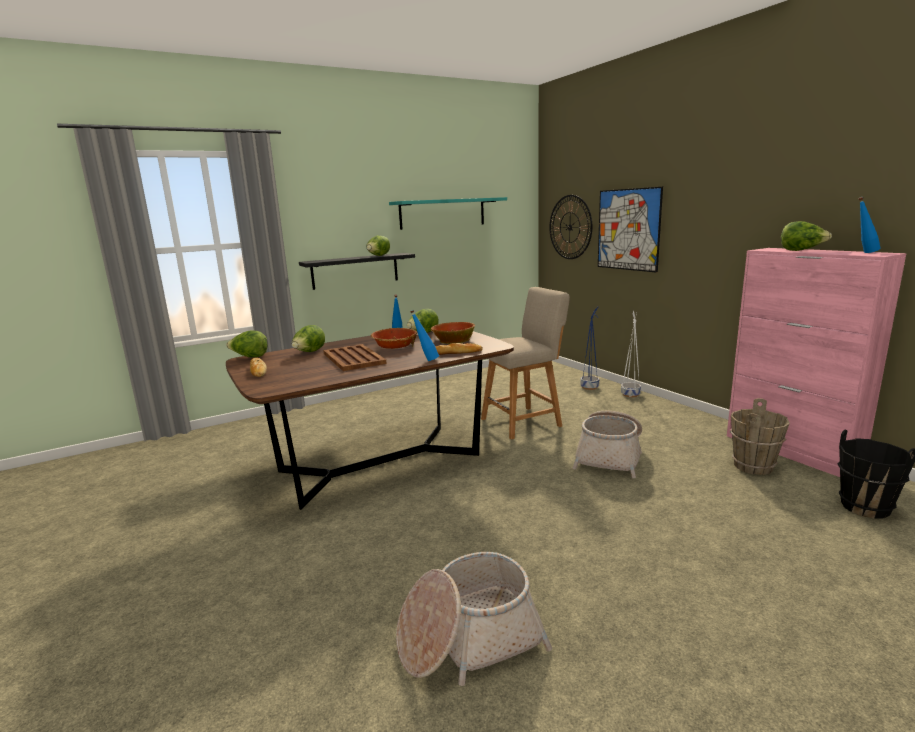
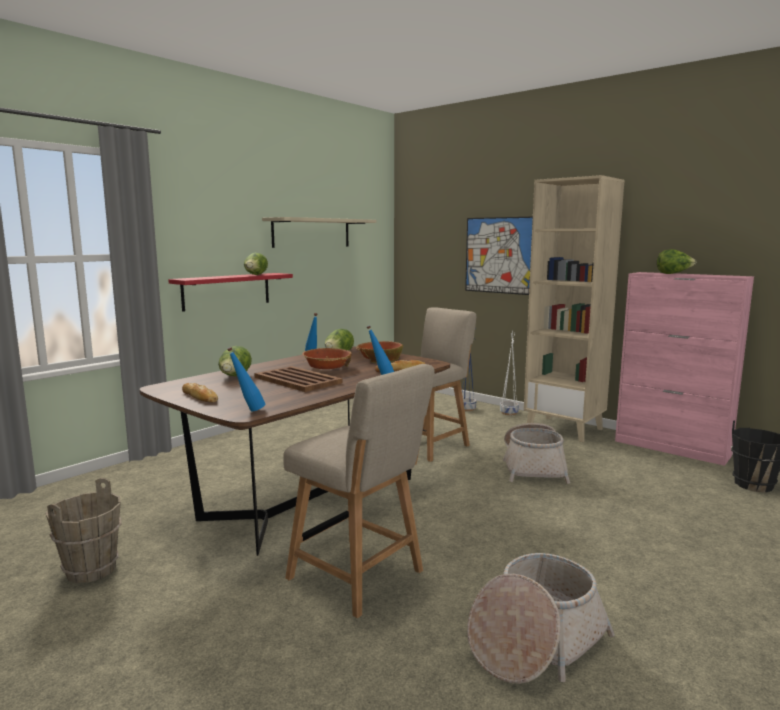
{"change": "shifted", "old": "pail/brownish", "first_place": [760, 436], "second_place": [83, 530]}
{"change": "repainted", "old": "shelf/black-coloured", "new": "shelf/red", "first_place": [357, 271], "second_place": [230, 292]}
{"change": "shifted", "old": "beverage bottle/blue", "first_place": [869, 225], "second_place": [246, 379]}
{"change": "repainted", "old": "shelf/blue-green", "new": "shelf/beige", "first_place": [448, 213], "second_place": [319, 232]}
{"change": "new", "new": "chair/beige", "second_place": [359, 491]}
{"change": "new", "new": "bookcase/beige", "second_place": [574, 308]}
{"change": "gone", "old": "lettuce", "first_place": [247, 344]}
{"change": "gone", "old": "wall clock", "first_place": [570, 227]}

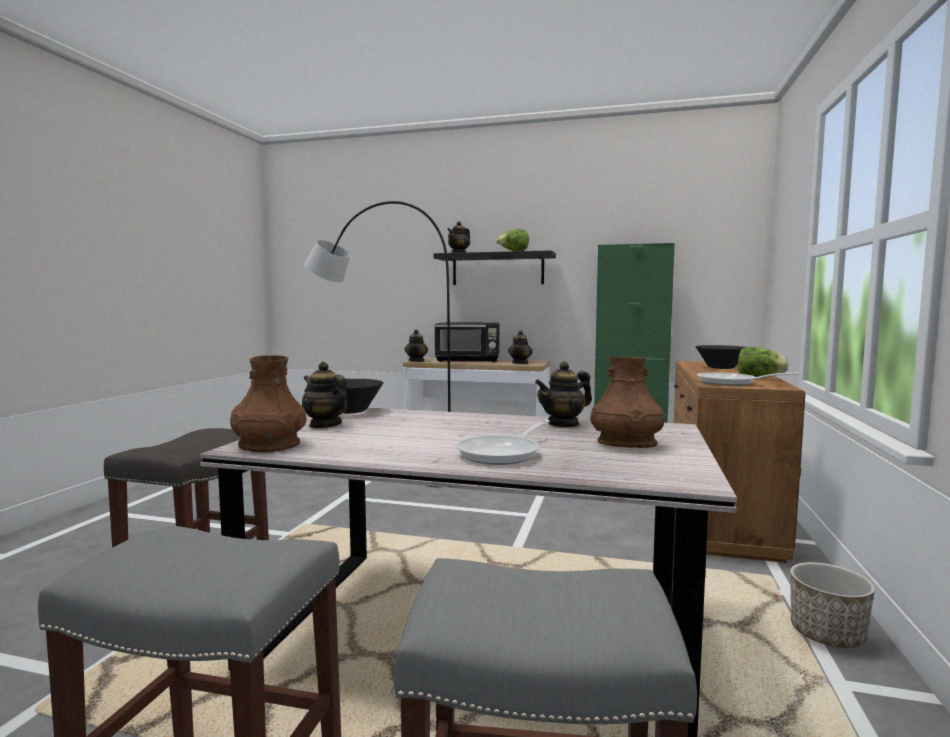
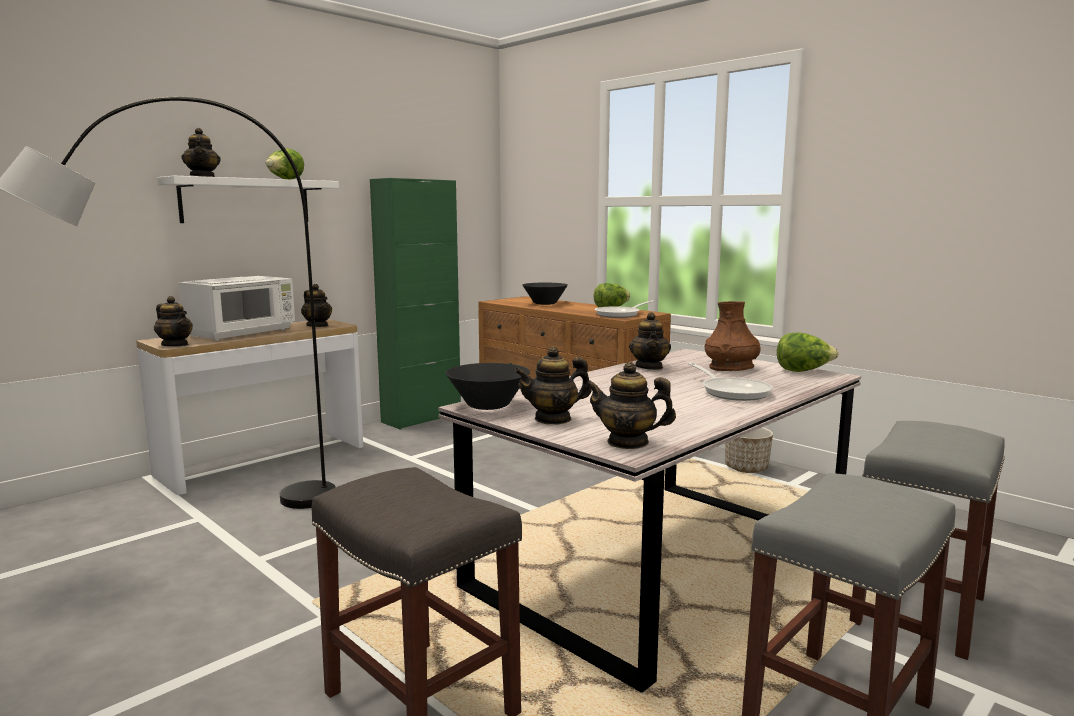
{"change": "repainted", "old": "shelf/black-coloured", "new": "shelf/white-coloured", "first_place": [495, 267], "second_place": [248, 199]}
{"change": "repainted", "old": "microwave oven/black-coloured", "new": "microwave oven/white-coloured", "first_place": [467, 342], "second_place": [236, 308]}
{"change": "swapped", "old": "decorative vase/brownish", "new": "teapot", "first_place": [268, 404], "second_place": [631, 405]}
{"change": "new", "new": "lettuce", "second_place": [808, 352]}

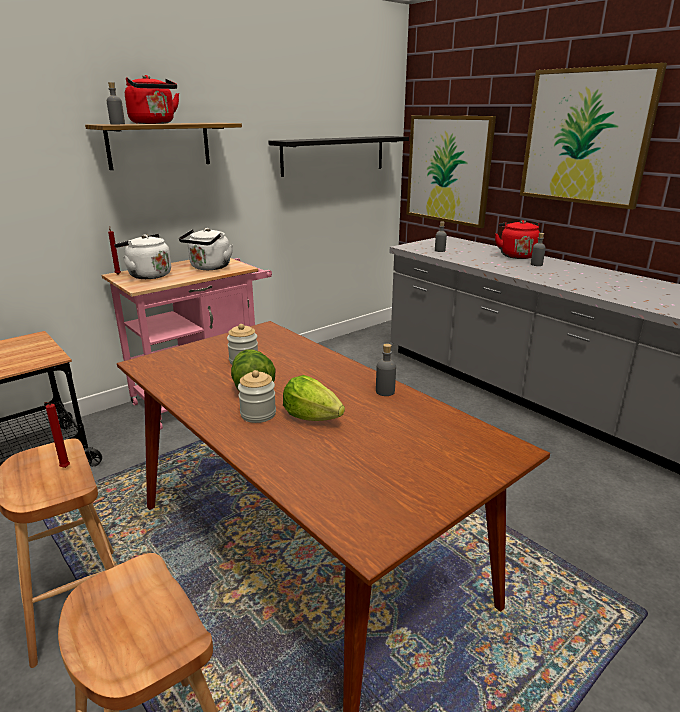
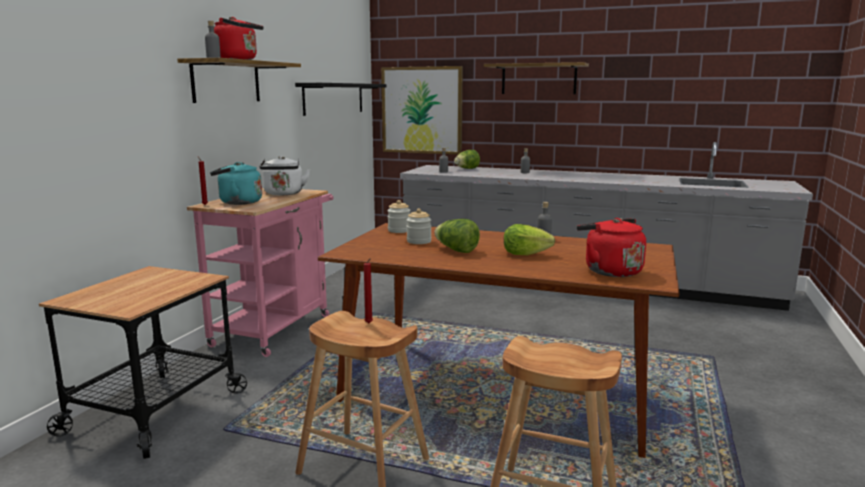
{"change": "repainted", "old": "water kettle/white-coloured", "new": "water kettle/blue-green", "first_place": [142, 256], "second_place": [236, 183]}
{"change": "shifted", "old": "preserve jar", "first_place": [257, 396], "second_place": [399, 216]}
{"change": "new", "new": "lettuce", "second_place": [467, 159]}
{"change": "swapped", "old": "picture", "new": "shelf", "first_place": [593, 136], "second_place": [536, 78]}
{"change": "shifted", "old": "water kettle/red", "first_place": [517, 239], "second_place": [611, 247]}

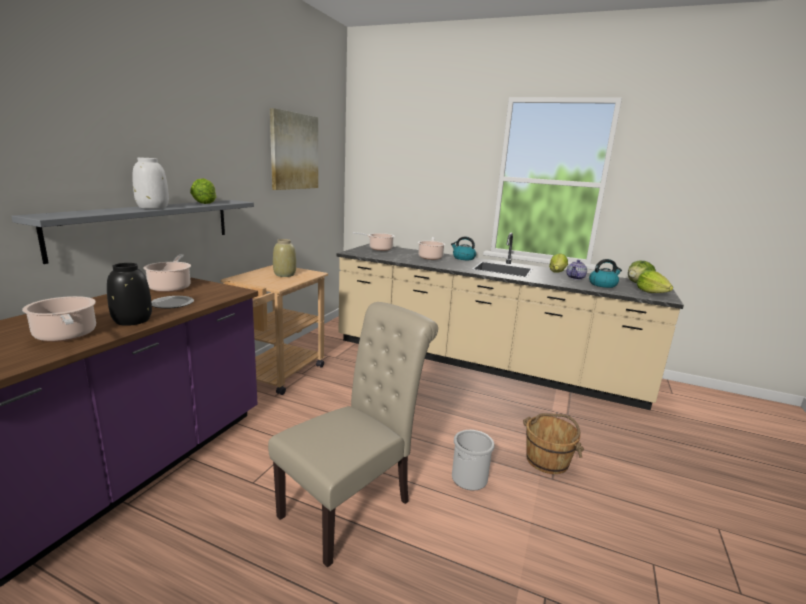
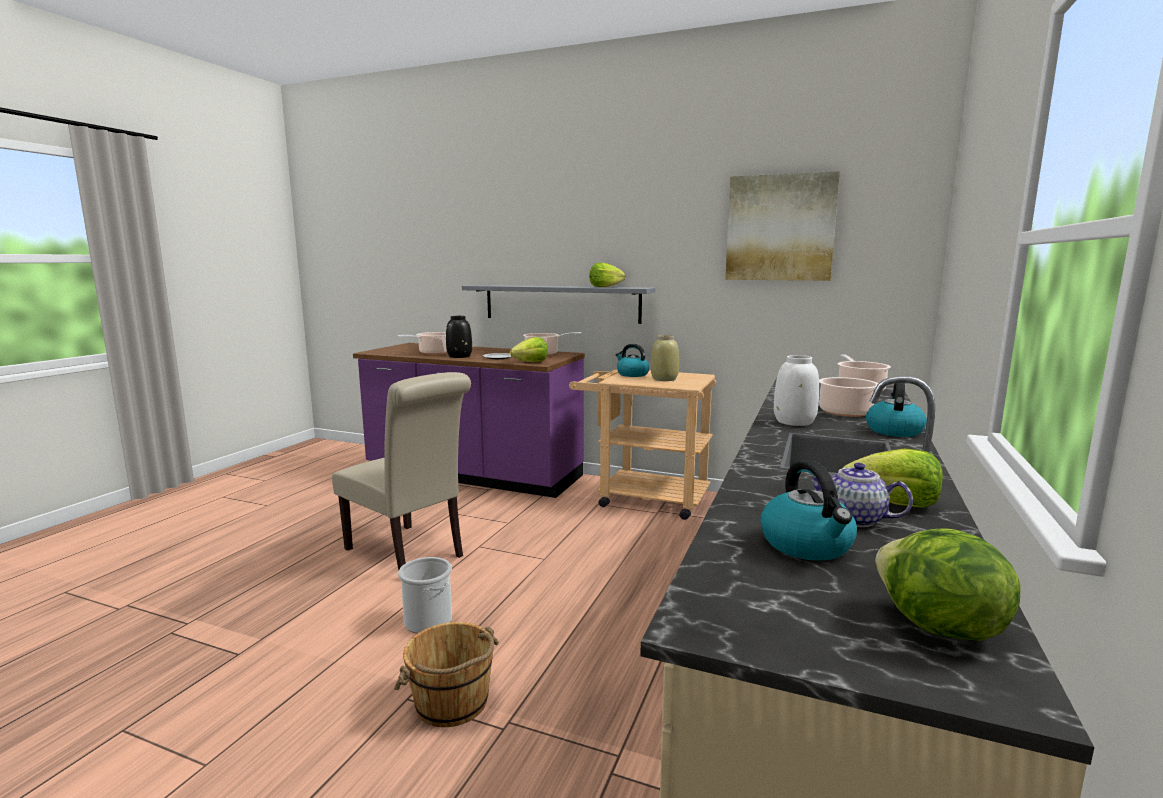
{"change": "shifted", "old": "lettuce", "first_place": [655, 281], "second_place": [529, 349]}
{"change": "new", "new": "water kettle", "second_place": [633, 360]}
{"change": "shifted", "old": "decorative vase/white-coloured", "first_place": [150, 183], "second_place": [796, 390]}

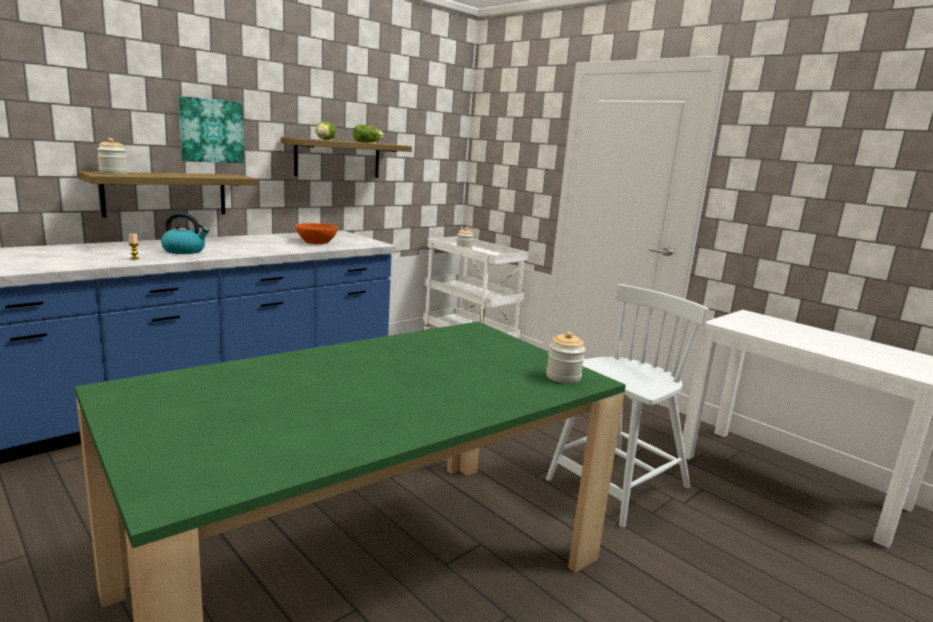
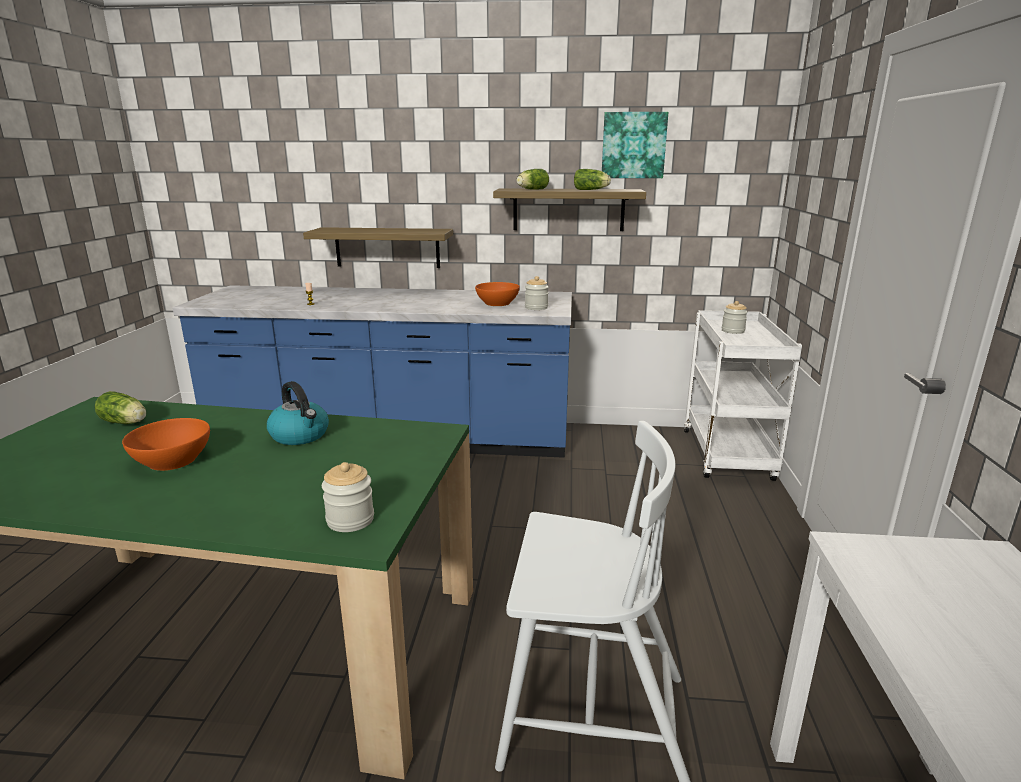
{"change": "new", "new": "lettuce", "second_place": [120, 407]}
{"change": "new", "new": "bowl/orange-coloured", "second_place": [166, 444]}
{"change": "shifted", "old": "water kettle", "first_place": [185, 233], "second_place": [298, 413]}
{"change": "shifted", "old": "preserve jar", "first_place": [112, 156], "second_place": [537, 293]}
{"change": "shifted", "old": "picture", "first_place": [211, 129], "second_place": [635, 145]}

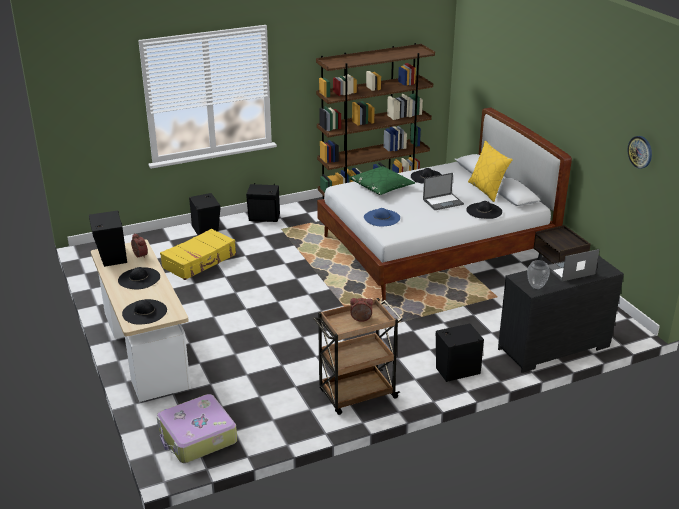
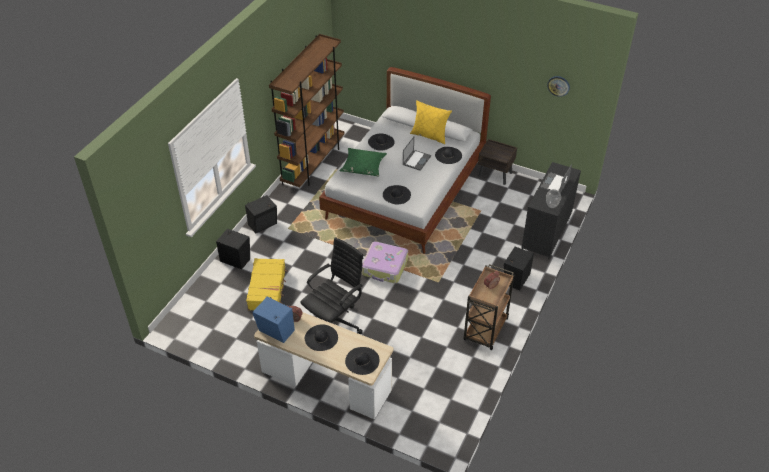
{"change": "repainted", "old": "speaker/black-coloured", "new": "speaker/blue", "first_place": [108, 238], "second_place": [274, 320]}
{"change": "new", "new": "computer chair/black-coloured", "second_place": [332, 285]}
{"change": "shifted", "old": "travel case", "first_place": [197, 428], "second_place": [385, 262]}
{"change": "repainted", "old": "hat/blue", "new": "hat/black-coloured", "first_place": [382, 217], "second_place": [397, 194]}

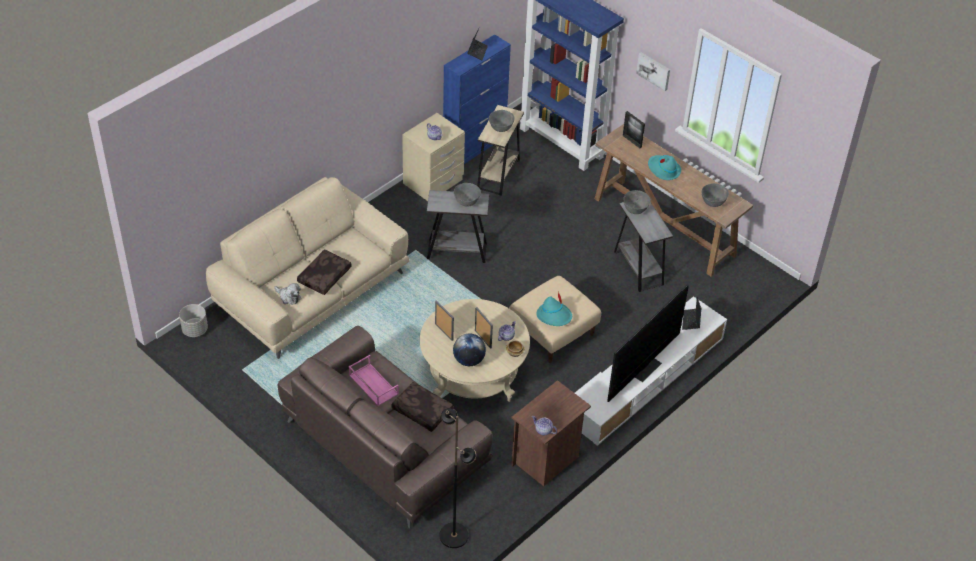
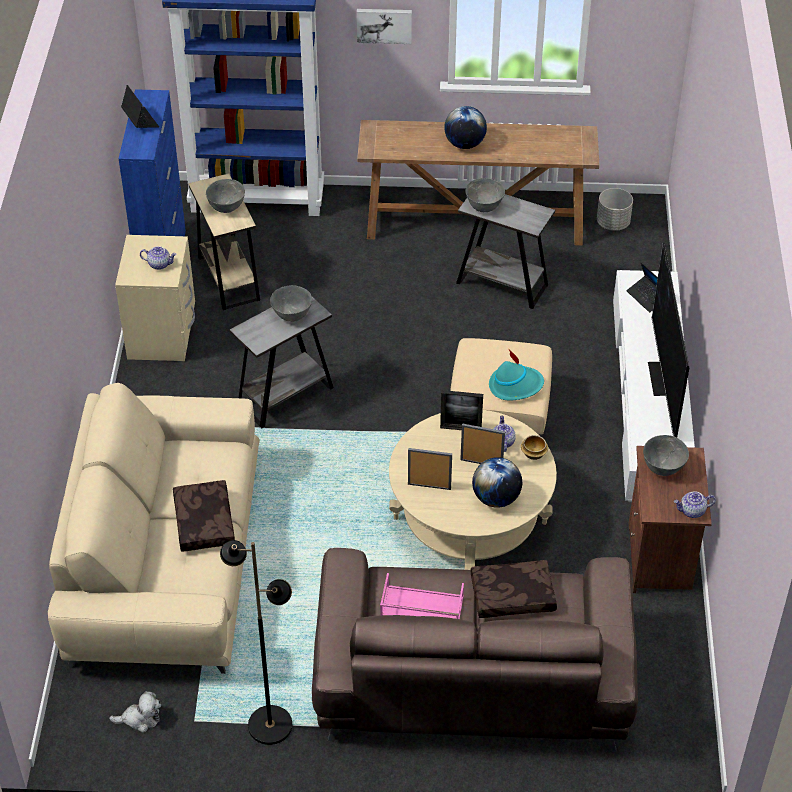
{"change": "shifted", "old": "cuddly toy", "first_place": [288, 294], "second_place": [135, 712]}
{"change": "shifted", "old": "floor lamp/black-coloured", "first_place": [457, 478], "second_place": [256, 642]}
{"change": "shifted", "old": "photo frame", "first_place": [634, 129], "second_place": [461, 410]}
{"change": "swapped", "old": "hat/blue-green", "new": "world globe", "first_place": [664, 167], "second_place": [465, 127]}
{"change": "shifted", "old": "flower pot/gray", "first_place": [193, 320], "second_place": [615, 209]}
{"change": "shifted", "old": "bowl/gray", "first_place": [715, 195], "second_place": [666, 455]}

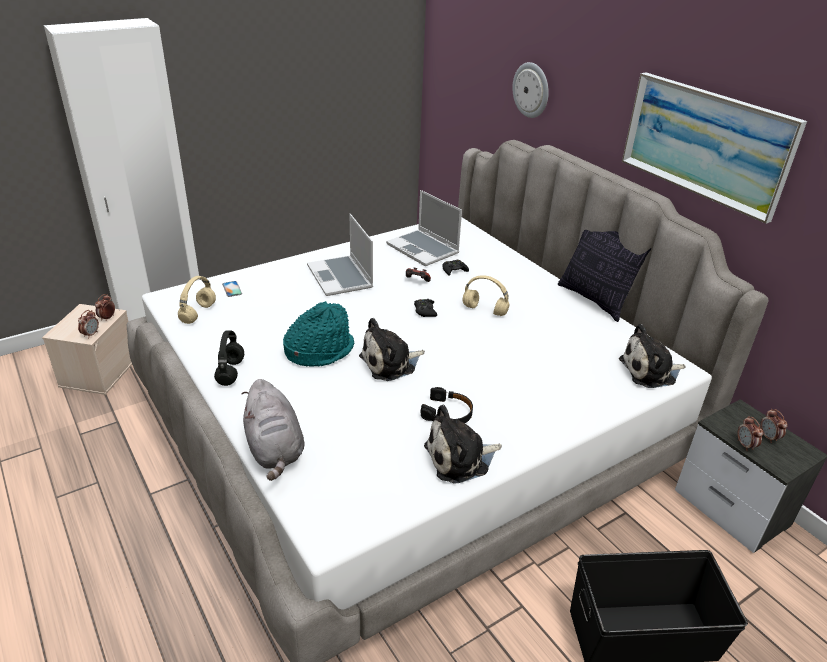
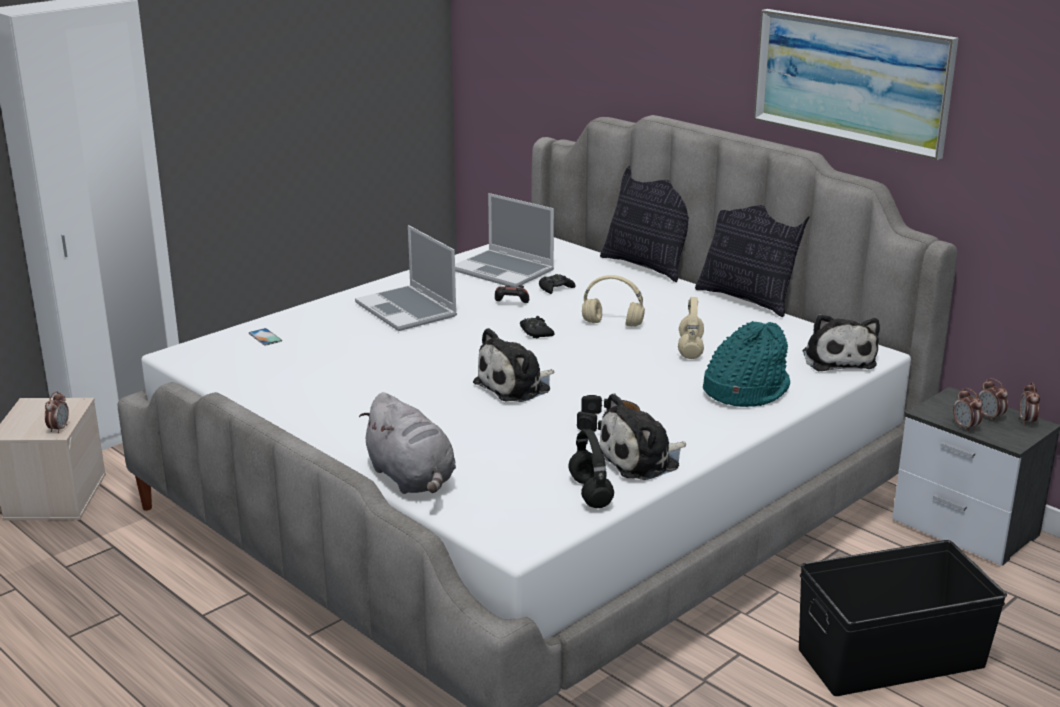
{"change": "shifted", "old": "headset/black-coloured", "first_place": [229, 358], "second_place": [591, 468]}
{"change": "new", "new": "pillow", "second_place": [644, 224]}
{"change": "shifted", "old": "headset/beige", "first_place": [197, 300], "second_place": [691, 328]}
{"change": "shifted", "old": "hat/blue-green", "first_place": [318, 334], "second_place": [746, 364]}
{"change": "rotated", "old": "cuddly toy", "first_place": [652, 356], "second_place": [841, 342], "degrees": -75}
{"change": "shifted", "old": "table clock", "first_place": [105, 307], "second_place": [1030, 403]}
{"change": "gone", "old": "wall clock", "first_place": [530, 90]}

